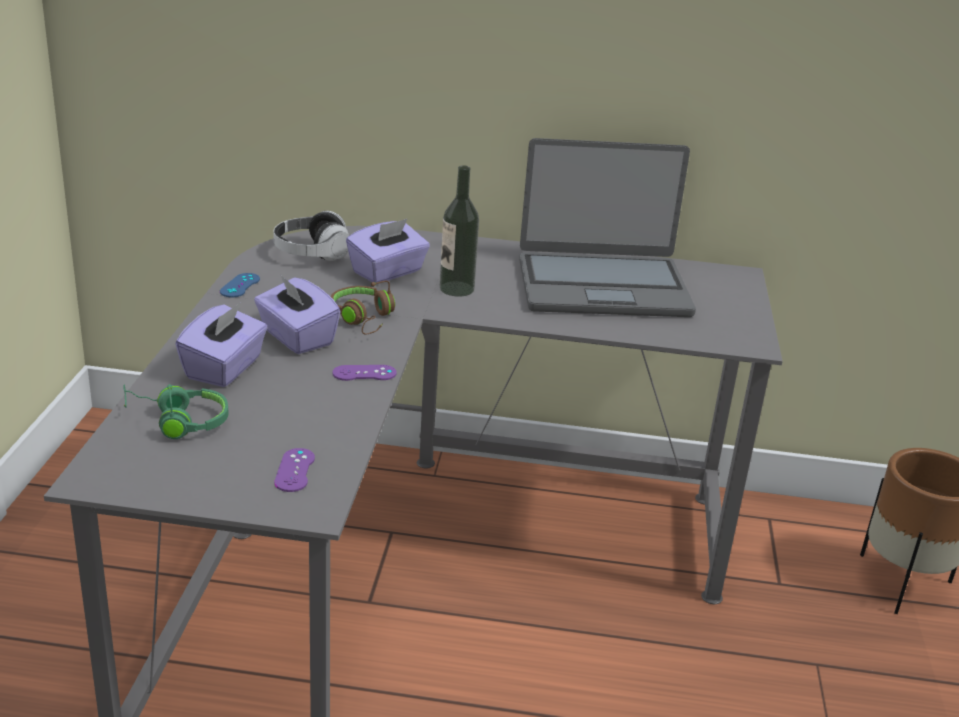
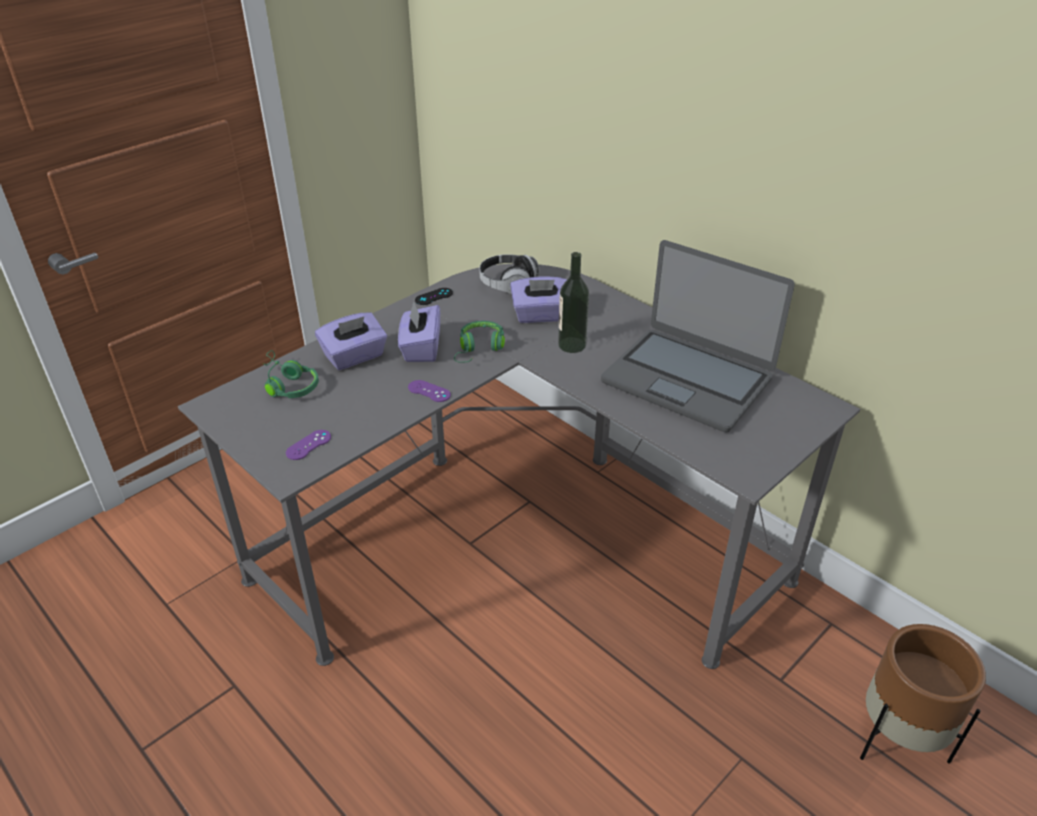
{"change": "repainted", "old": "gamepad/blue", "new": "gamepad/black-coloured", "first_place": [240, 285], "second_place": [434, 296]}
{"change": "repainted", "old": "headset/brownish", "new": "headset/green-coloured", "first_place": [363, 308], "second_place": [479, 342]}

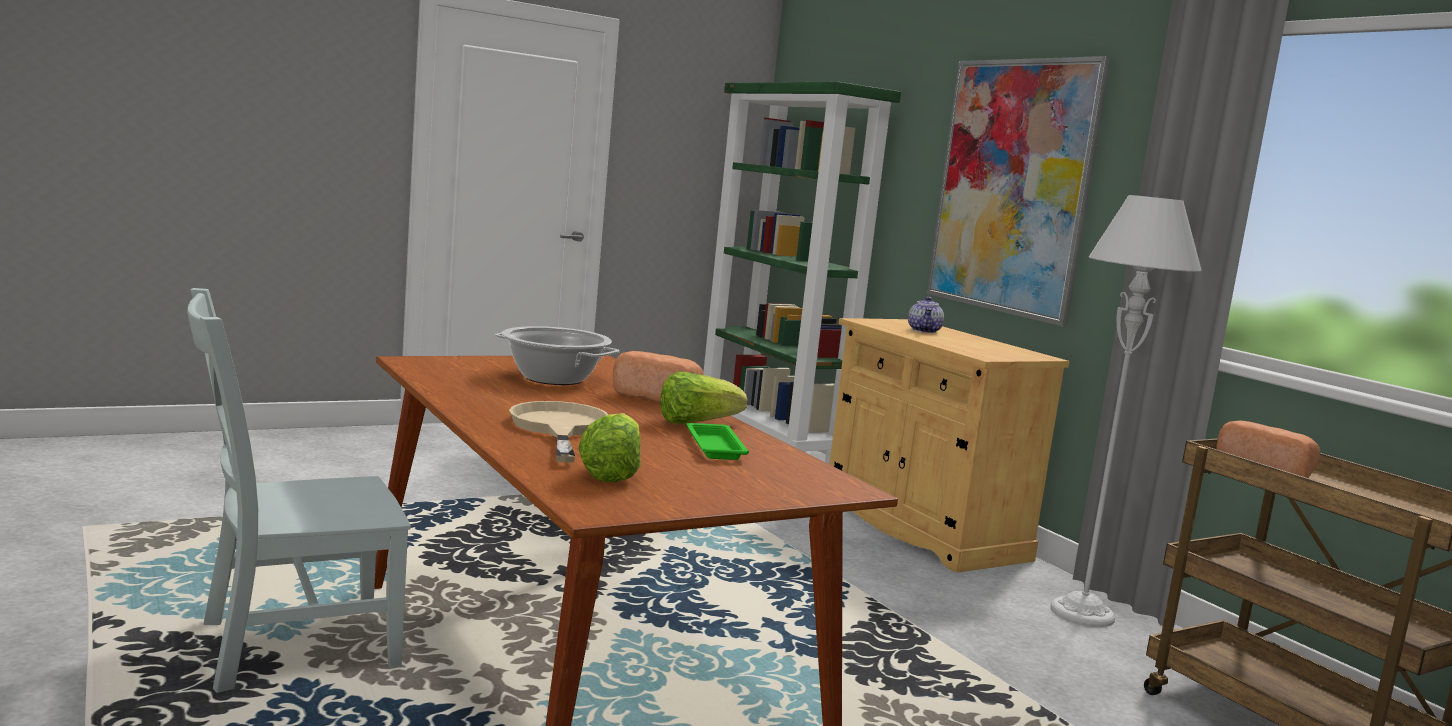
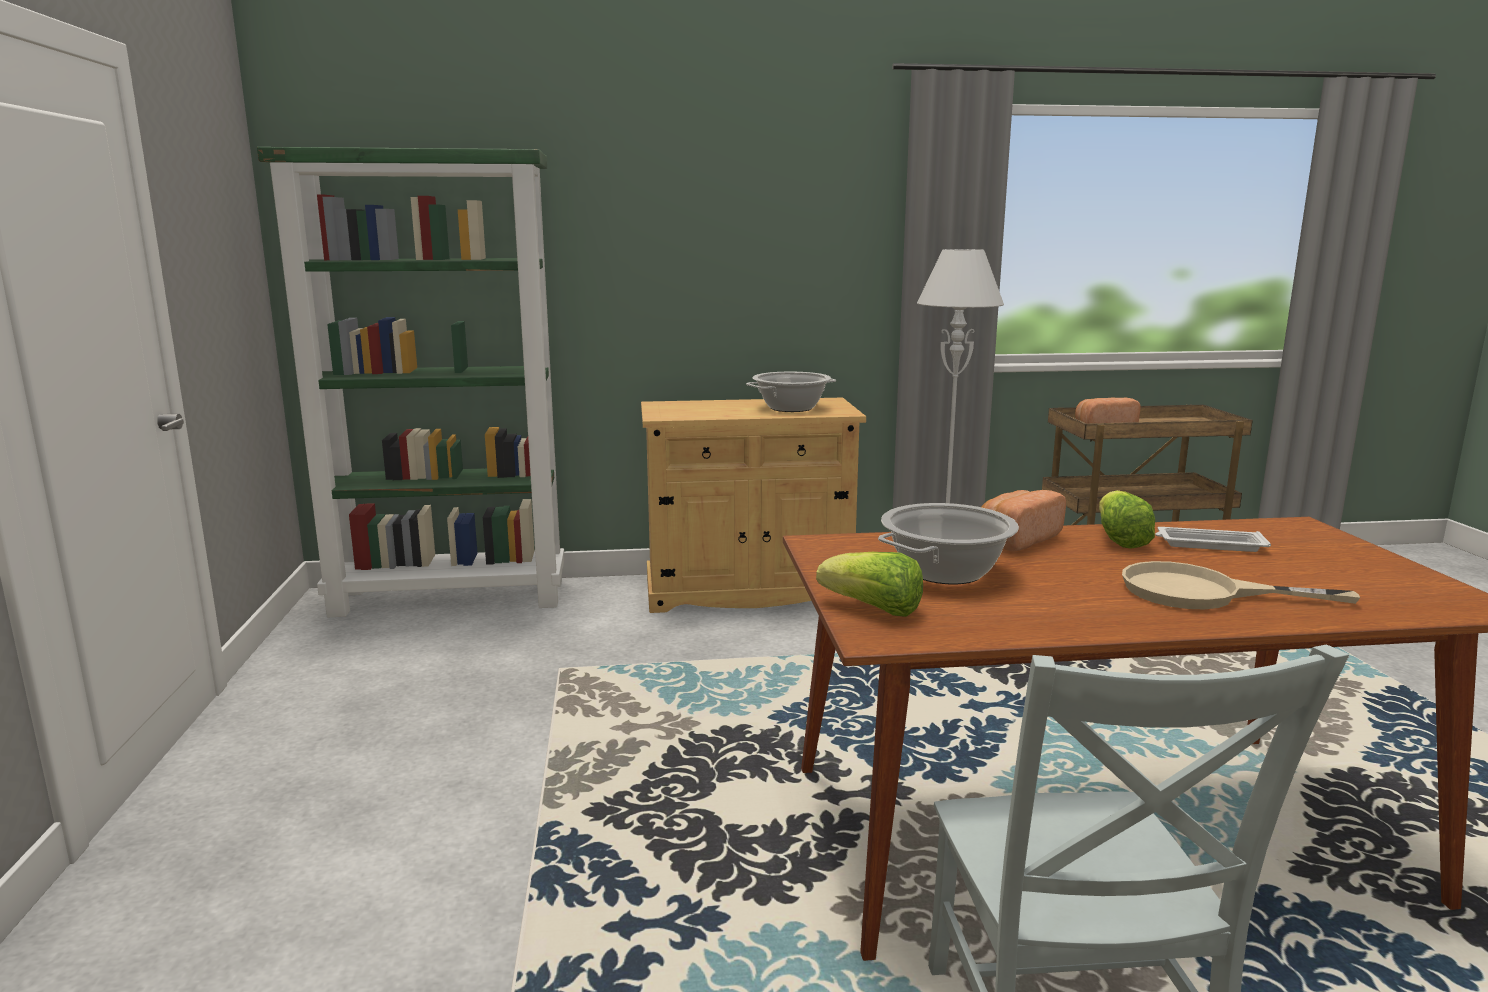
{"change": "new", "new": "stockpot", "second_place": [791, 392]}
{"change": "shifted", "old": "lettuce", "first_place": [609, 448], "second_place": [869, 584]}
{"change": "repainted", "old": "serving tray/green-coloured", "new": "serving tray/white-coloured", "first_place": [717, 441], "second_place": [1213, 539]}
{"change": "gone", "old": "teapot", "first_place": [926, 315]}
{"change": "gone", "old": "picture", "first_place": [1019, 191]}

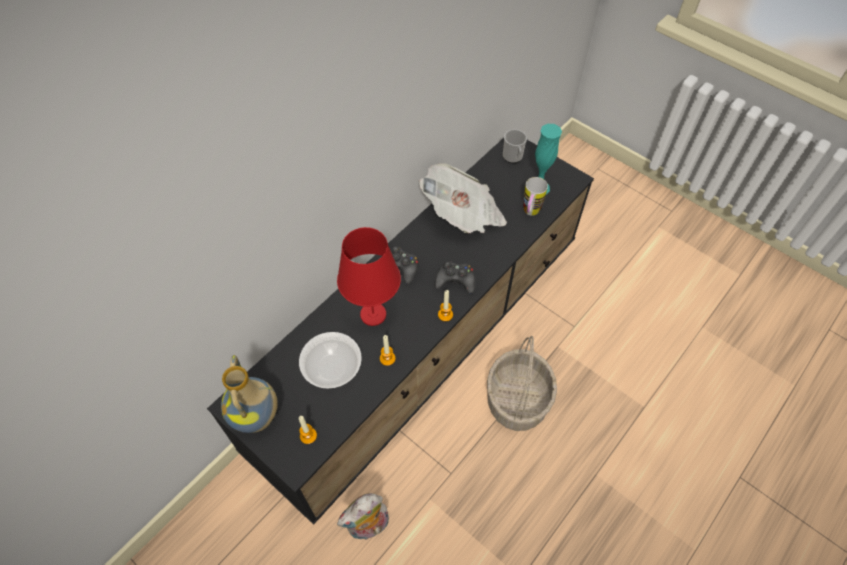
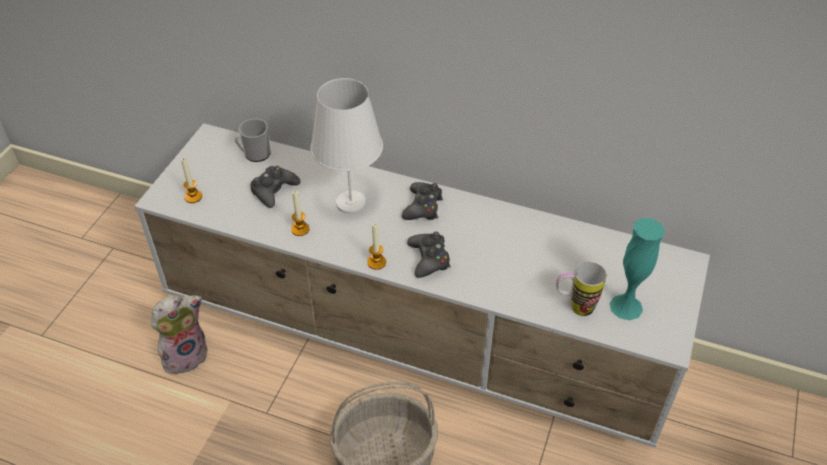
{"change": "repainted", "old": "tv stand/black-coloured", "new": "tv stand/white-coloured", "first_place": [400, 331], "second_place": [422, 285]}
{"change": "rotated", "old": "cuddly toy", "first_place": [363, 516], "second_place": [179, 336], "degrees": 105}
{"change": "shifted", "old": "tea mug", "first_place": [515, 146], "second_place": [253, 140]}
{"change": "swapped", "old": "bowl", "new": "gamepad/black-coloured", "first_place": [330, 360], "second_place": [275, 187]}
{"change": "repainted", "old": "lamp for a table/red", "new": "lamp for a table/white-coloured", "first_place": [369, 276], "second_place": [347, 146]}
{"change": "gone", "old": "decorative vase", "first_place": [249, 394]}
{"change": "gone", "old": "newspaper", "first_place": [463, 198]}

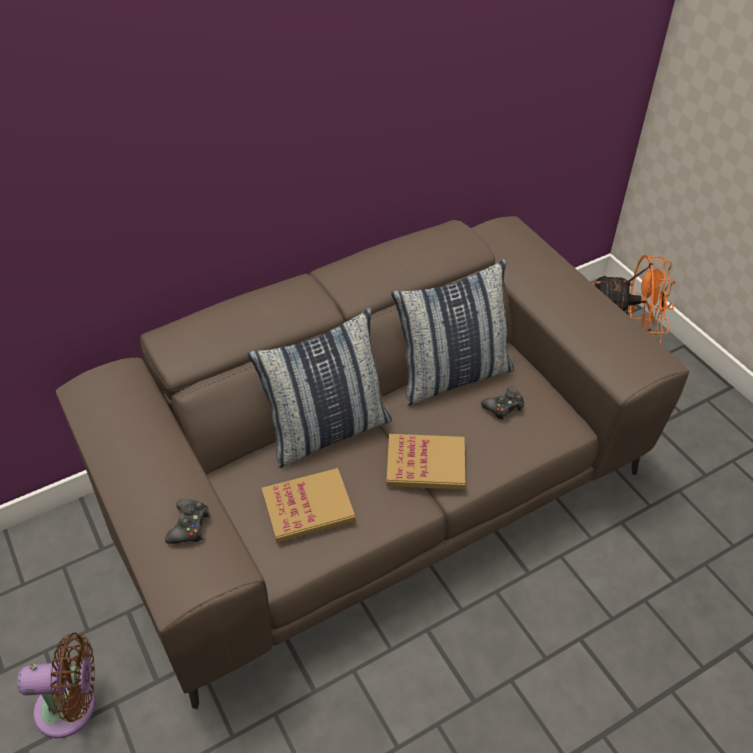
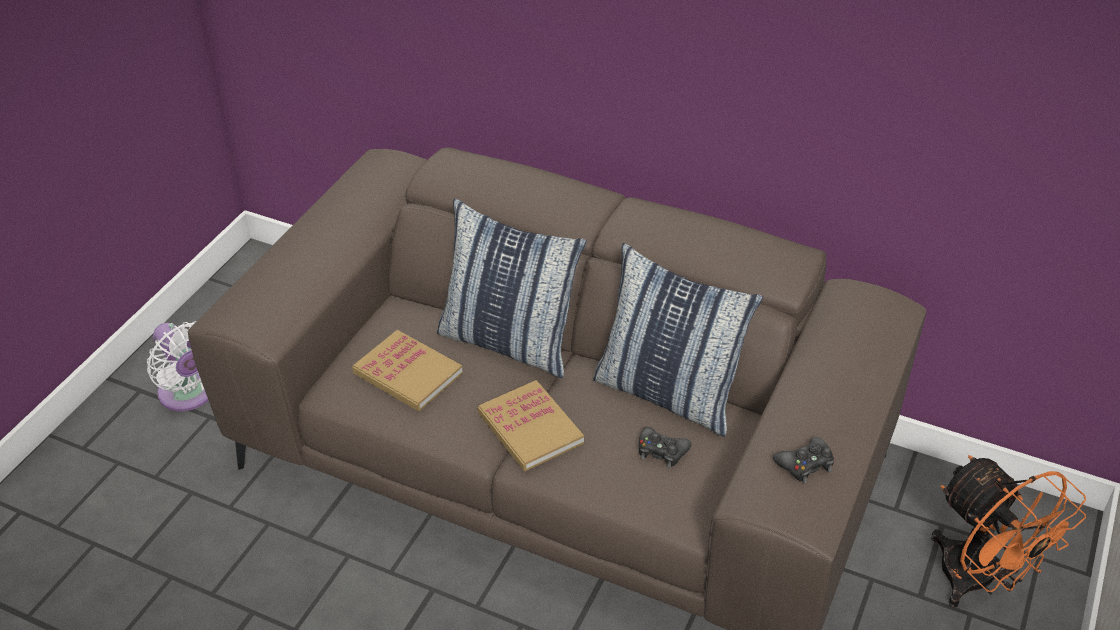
{"change": "repainted", "old": "cooling fan/brownish", "new": "cooling fan/white-coloured", "first_place": [56, 685], "second_place": [178, 366]}
{"change": "shifted", "old": "gamepad/black-coloured", "first_place": [188, 521], "second_place": [803, 460]}

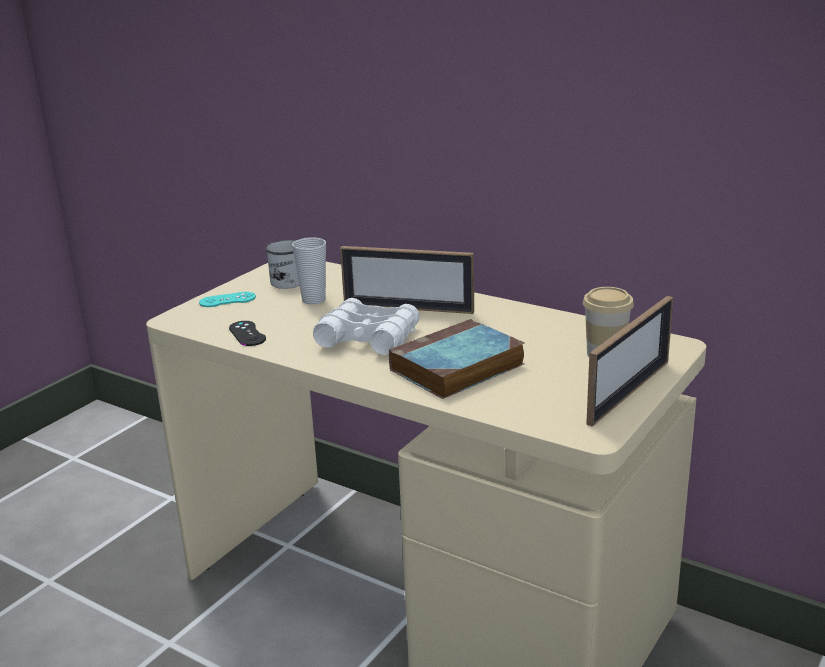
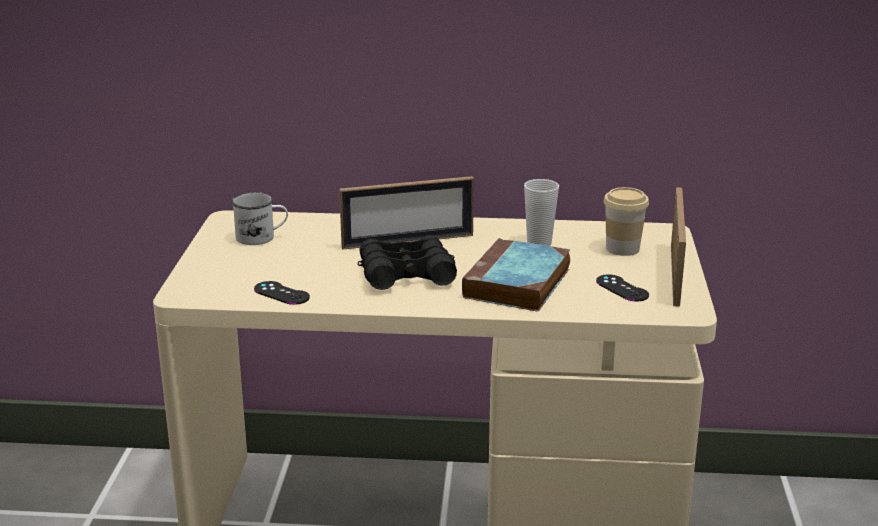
{"change": "repainted", "old": "binoculars/white-coloured", "new": "binoculars/black-coloured", "first_place": [366, 326], "second_place": [407, 262]}
{"change": "shifted", "old": "cup", "first_place": [309, 270], "second_place": [541, 212]}
{"change": "new", "new": "gamepad/black-coloured", "second_place": [622, 288]}
{"change": "gone", "old": "gamepad/blue-green", "first_place": [227, 299]}

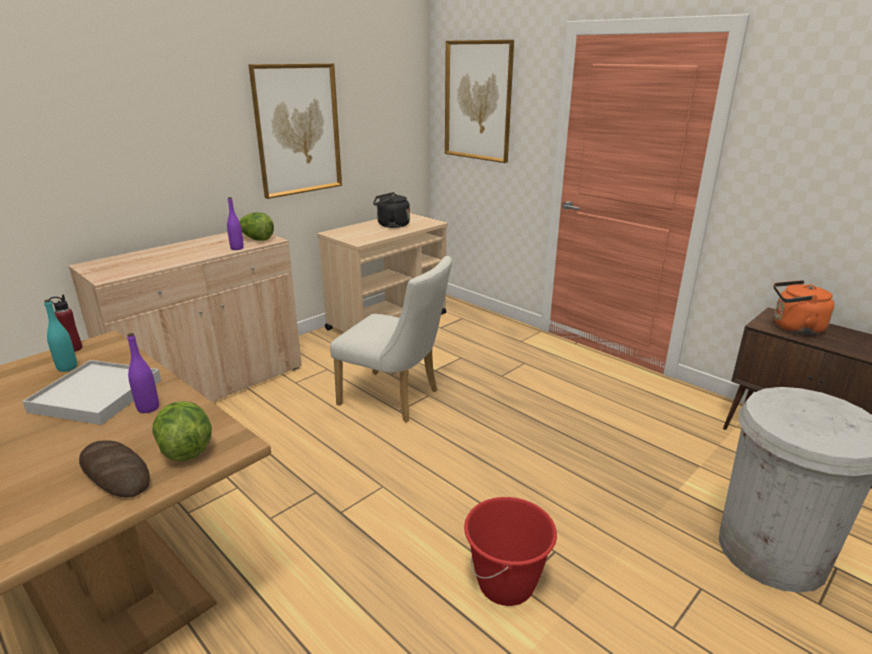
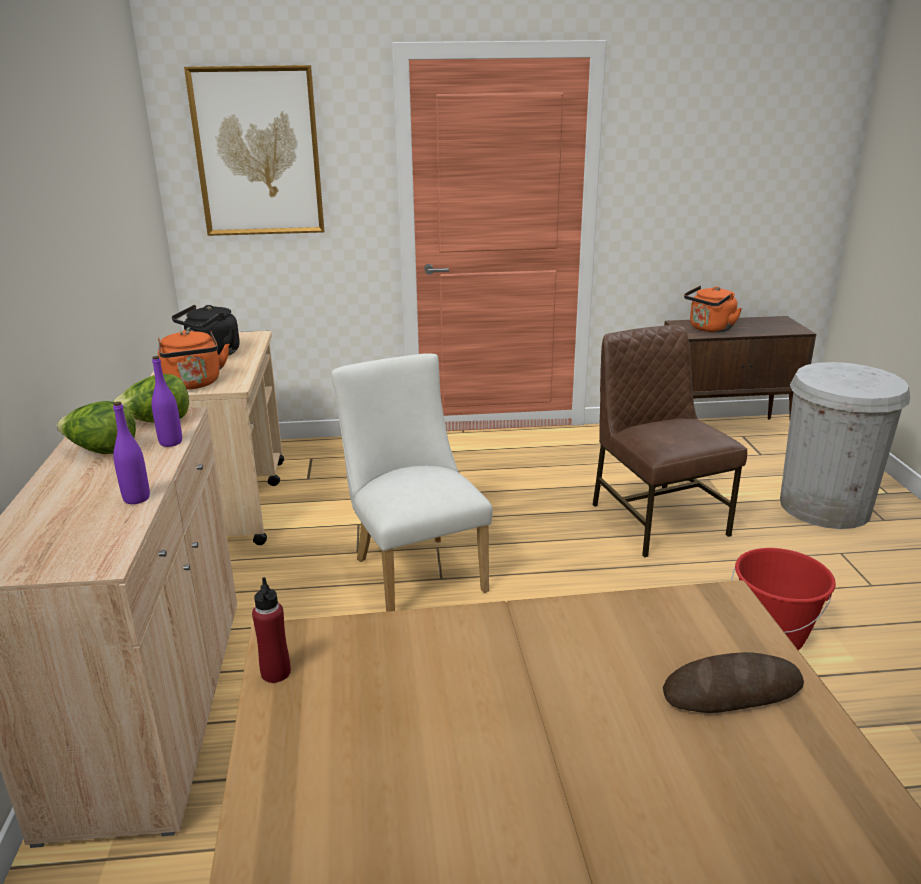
{"change": "shifted", "old": "lettuce", "first_place": [182, 431], "second_place": [96, 427]}
{"change": "shifted", "old": "beverage bottle/purplish", "first_place": [143, 373], "second_place": [131, 452]}
{"change": "new", "new": "water kettle/orange-coloured", "second_place": [193, 360]}
{"change": "rotated", "old": "chair/white-coloured", "first_place": [391, 339], "second_place": [412, 482], "degrees": -90}
{"change": "new", "new": "chair/brownish", "second_place": [669, 441]}
{"change": "gone", "old": "serving tray/white-coloured", "first_place": [92, 392]}
{"change": "gone", "old": "beverage bottle/blue-green", "first_place": [60, 335]}
{"change": "gone", "old": "picture", "first_place": [295, 131]}

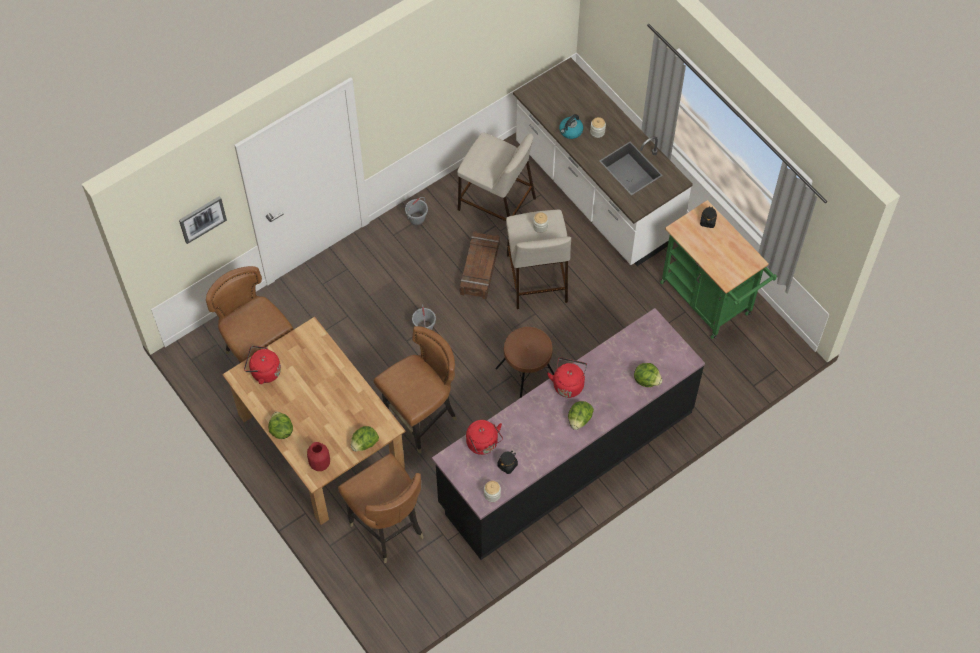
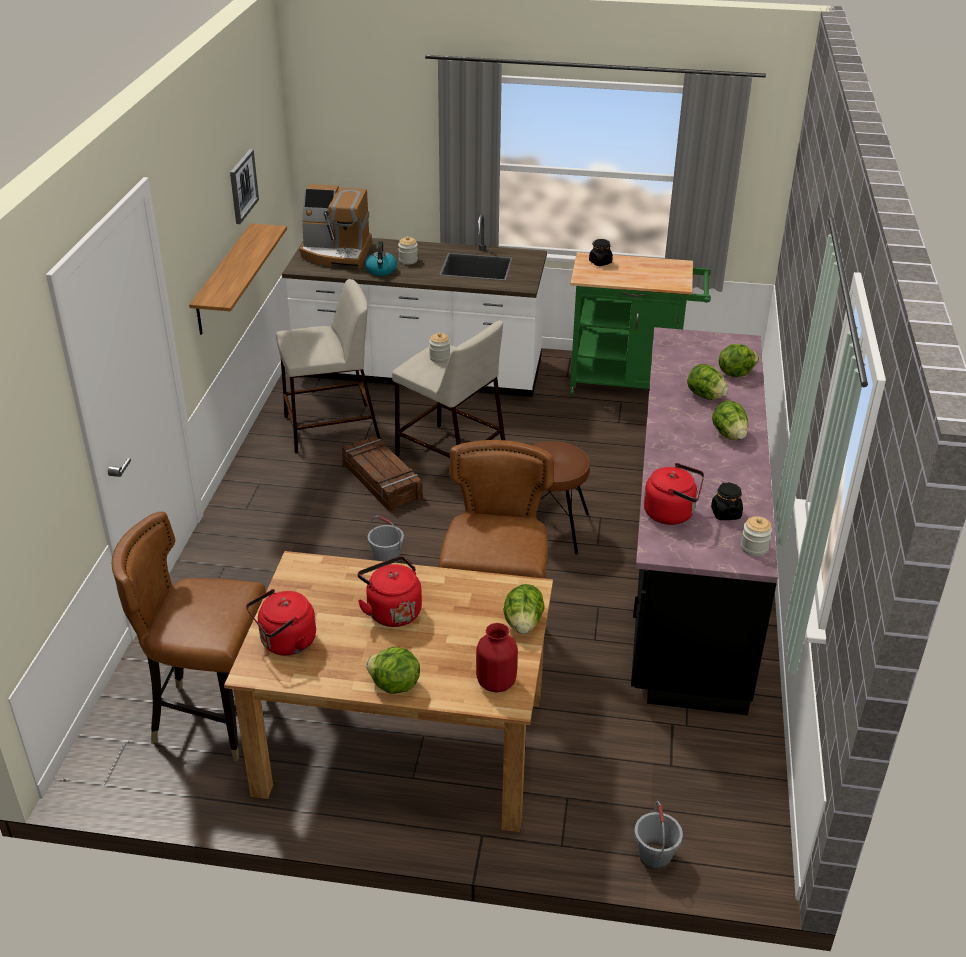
{"change": "new", "new": "shelf", "second_place": [238, 279]}
{"change": "shifted", "old": "picture", "first_place": [203, 220], "second_place": [244, 186]}
{"change": "new", "new": "coffee machine", "second_place": [335, 226]}
{"change": "shifted", "old": "water kettle/red", "first_place": [567, 378], "second_place": [390, 591]}
{"change": "shifted", "old": "pail/gray", "first_place": [416, 211], "second_place": [658, 835]}
{"change": "new", "new": "lettuce", "second_place": [708, 382]}
{"change": "gone", "old": "chair/brownish", "first_place": [381, 508]}

